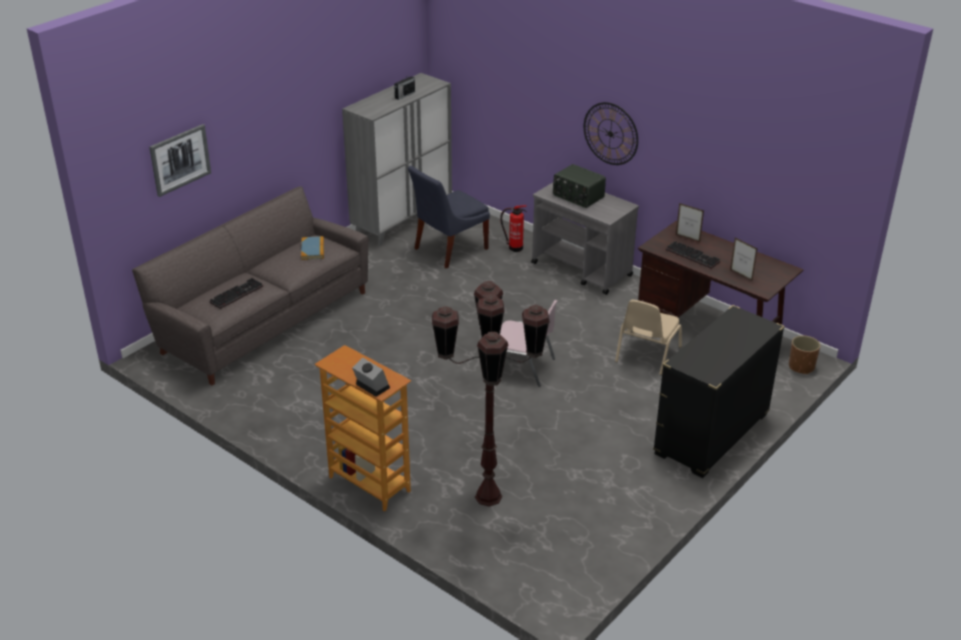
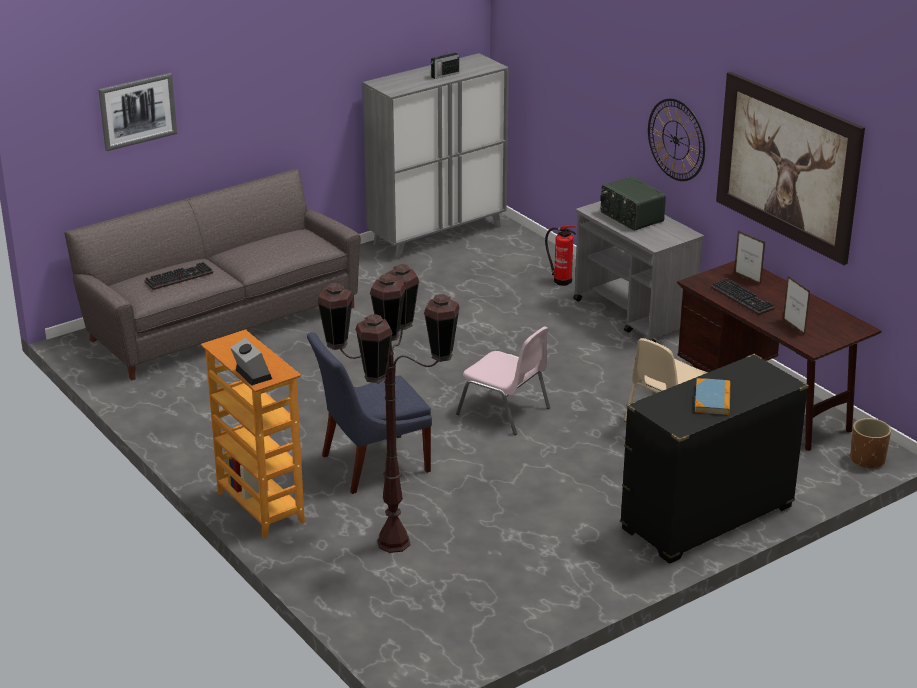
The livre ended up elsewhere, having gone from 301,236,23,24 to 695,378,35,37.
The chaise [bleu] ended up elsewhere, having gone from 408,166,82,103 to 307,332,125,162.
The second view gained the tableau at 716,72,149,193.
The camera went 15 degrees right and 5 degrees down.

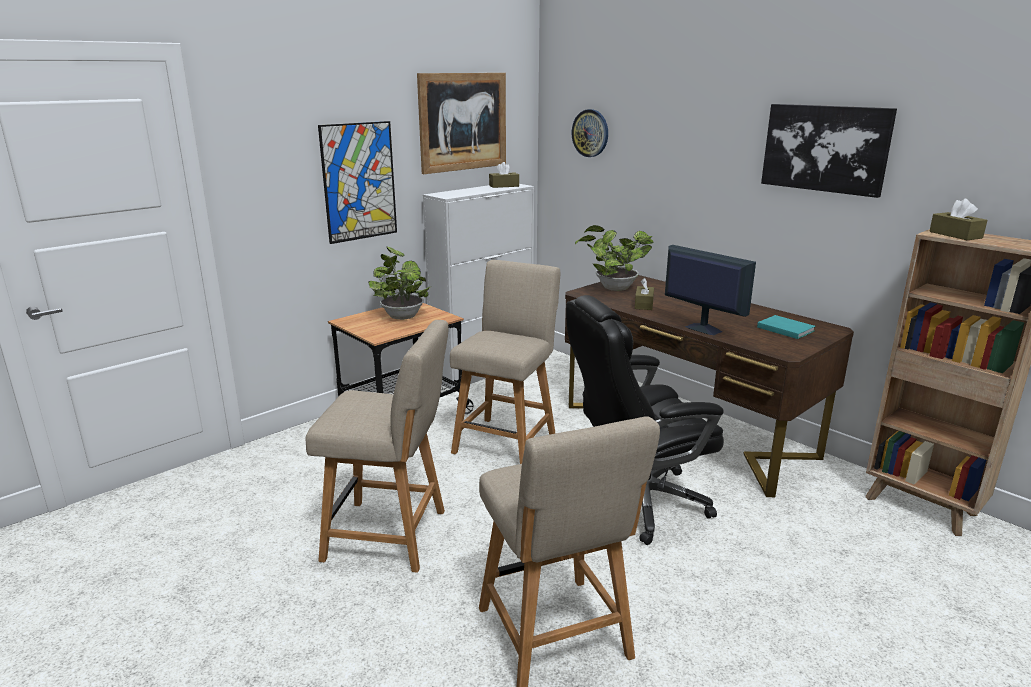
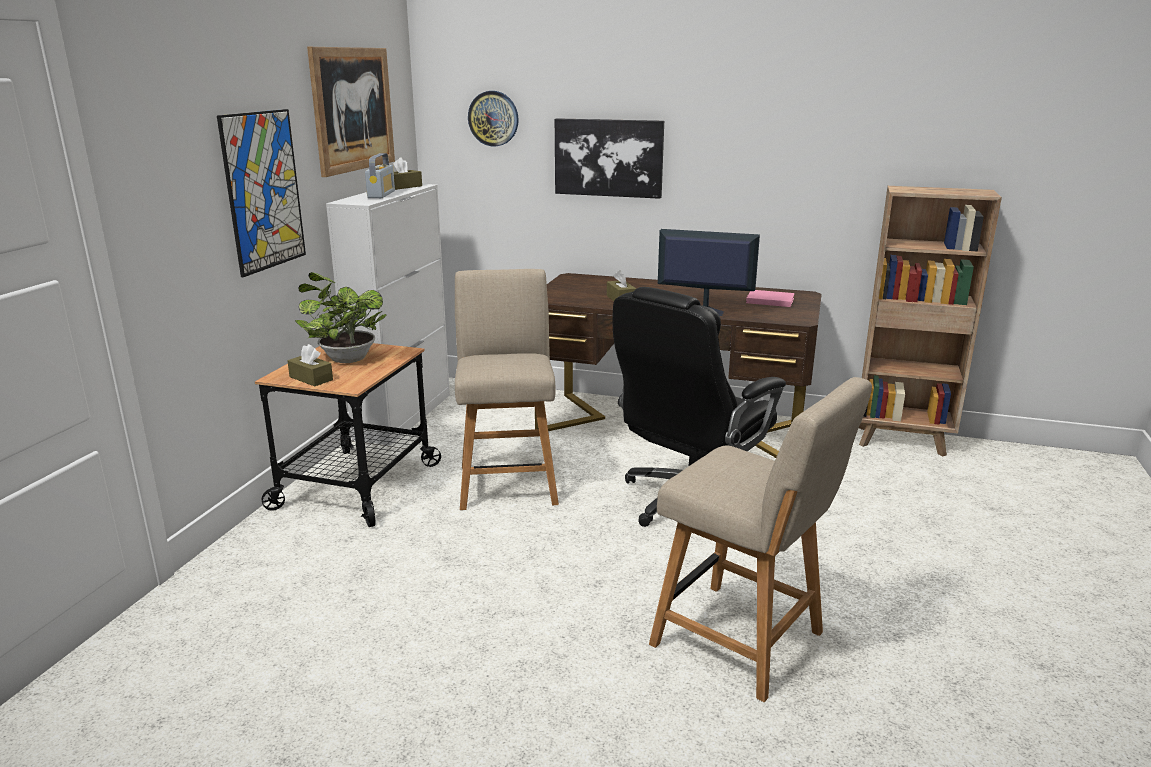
The second view lost the chaise [beige] at 305,320,144,253.
The second view lost the plante en pot at 575,225,79,66.
What was the livre [turquoise] at 757,315,59,24 turned into the livre [rose] at 746,290,49,17.
The tableau ended up elsewhere, having gone from 761,104,136,94 to 555,118,109,81.
The boîte à mouchoirs [marron] ended up elsewhere, having gone from 929,198,58,42 to 287,344,46,42.
The second view gained the radio at 365,153,30,45.
The camera went 30 degrees left and 0 degrees up.

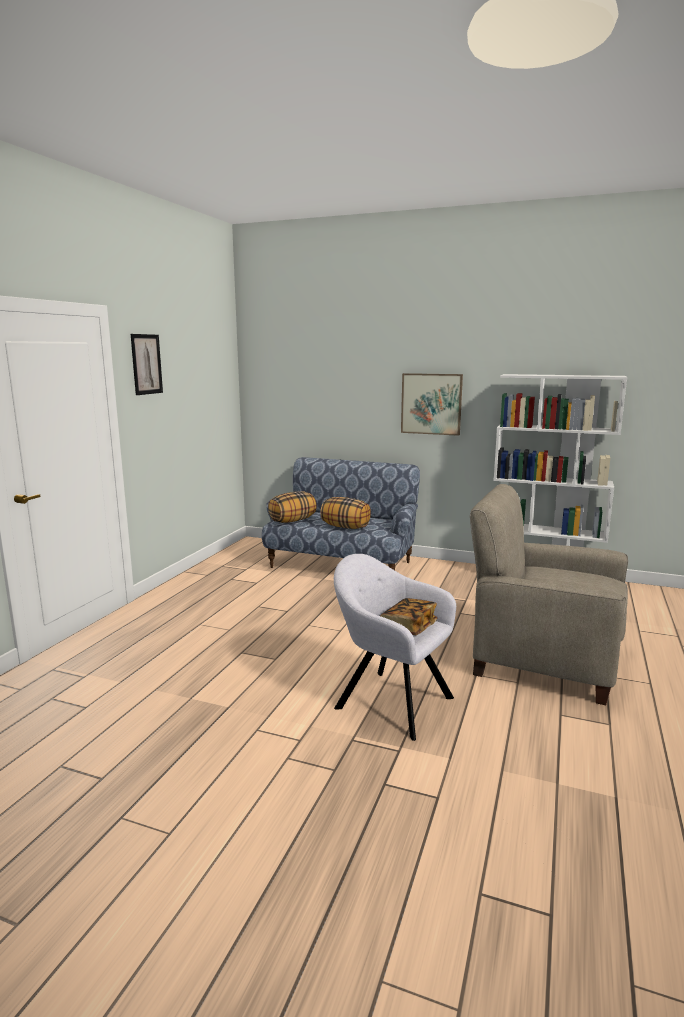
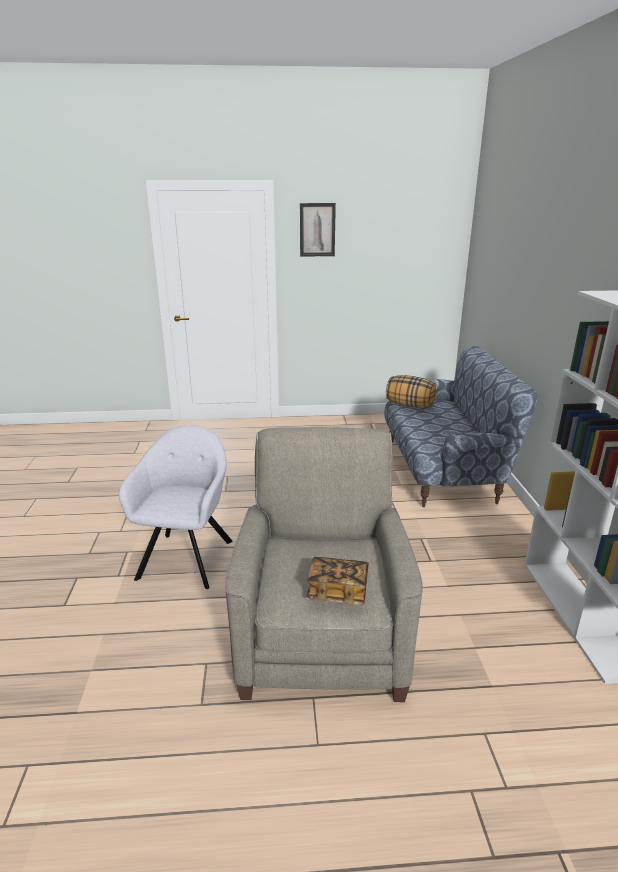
The second view lost the coussin at 320,497,51,32.
The livre ended up elsewhere, having gone from 380,598,57,37 to 307,557,62,48.
The second view lost the tableau at 401,373,62,63.
The camera went 65 degrees right and 10 degrees up.

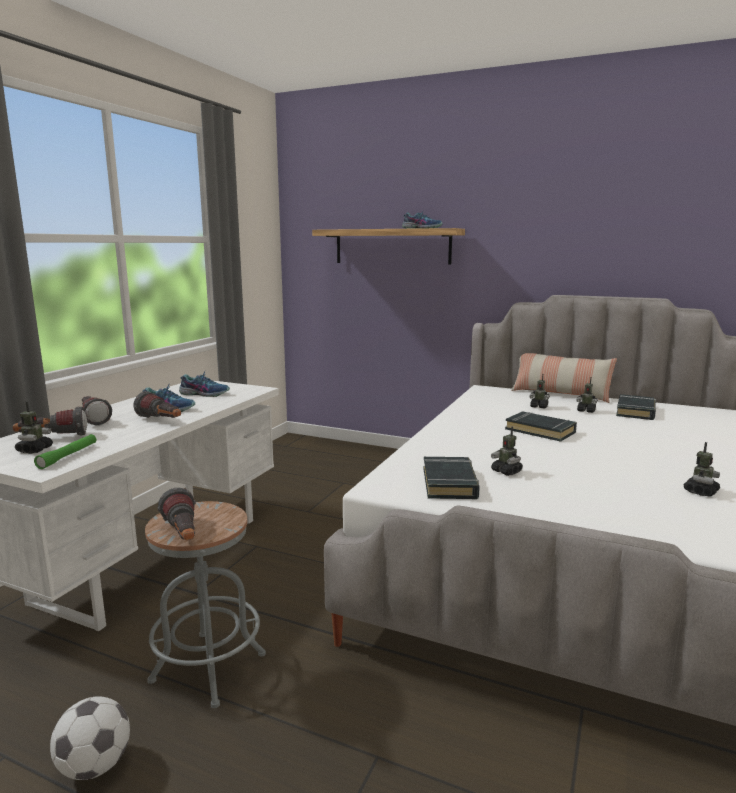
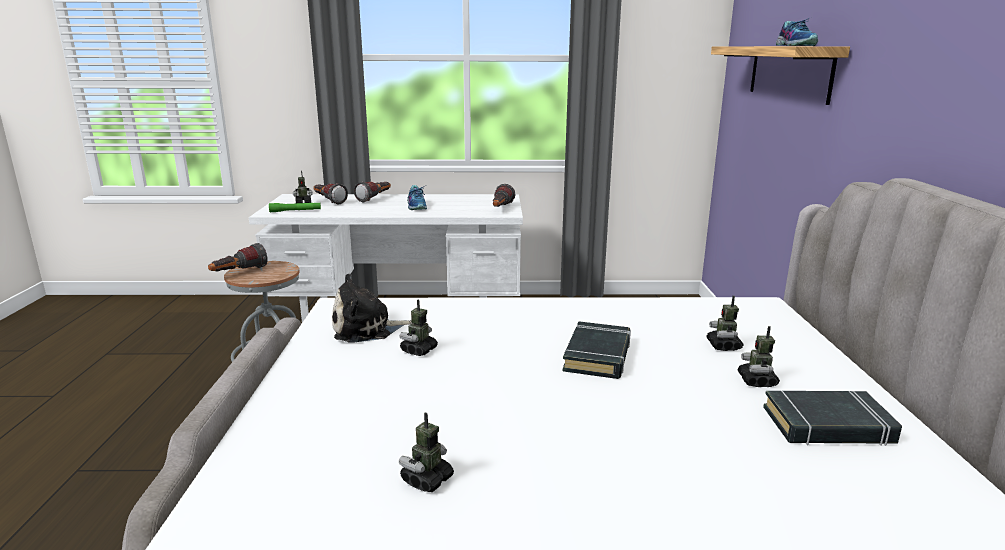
The second view lost the ballon de foot at 50,696,80,84.
The lampe de poche ended up elsewhere, having gone from 134,391,47,27 to 493,184,22,23.
The second view lost the chaussure at 179,371,51,26.
Where the livre [noir] stood at 424,457,56,42, the peluche came to stand at 332,273,80,70.
The second view lost the coussin at 511,353,106,50.
The robot jouet at 683,442,37,55 ended up facing another way, 105 degrees clockwise from before.
The camera went 65 degrees right and 5 degrees up.

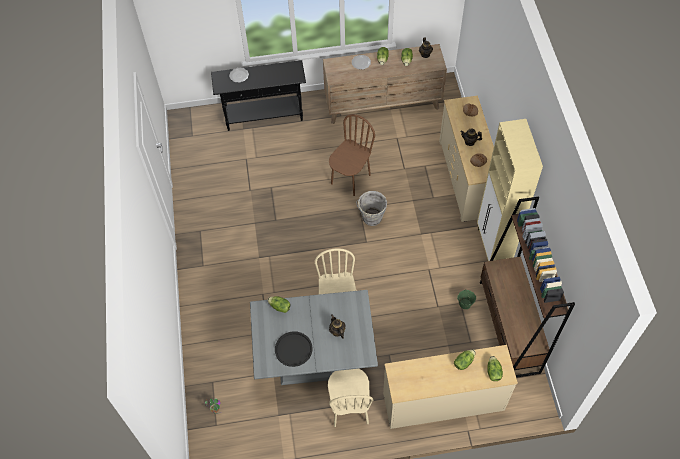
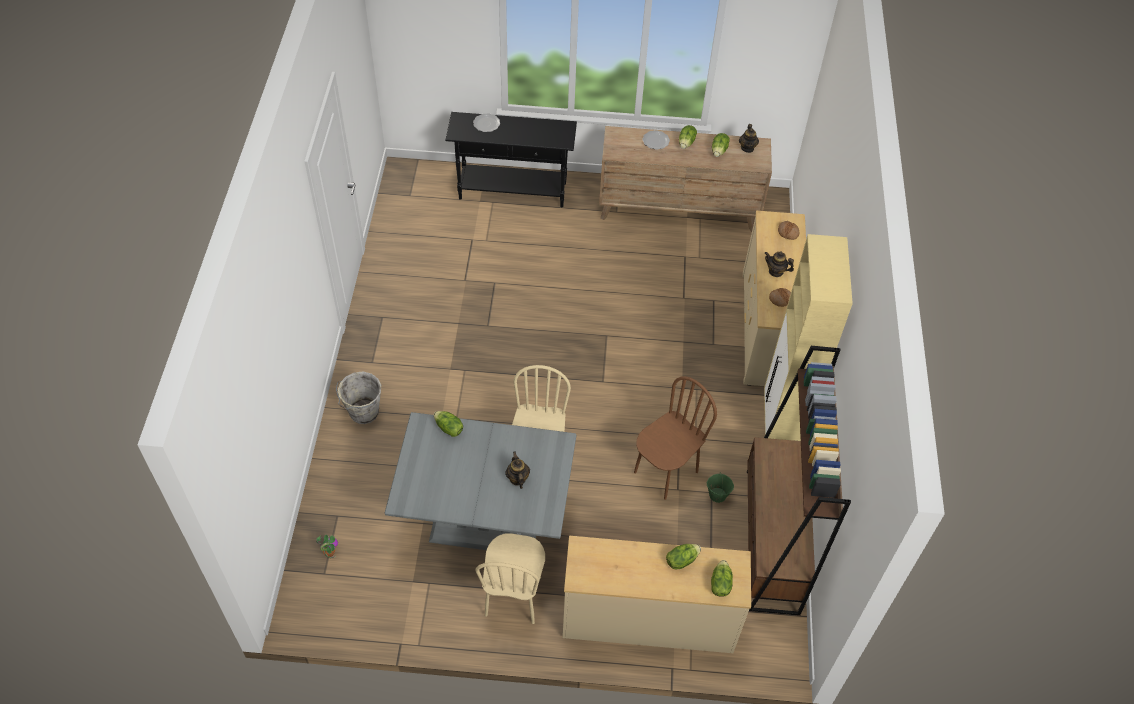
The second view lost the plateau [noir] at 275,331,37,36.
The chaise [marron] ended up elsewhere, having gone from 329,114,46,82 to 634,376,83,124.
The seau [gris] ended up elsewhere, having gone from 356,191,31,35 to 336,372,45,52.
The camera went 10 degrees right and 5 degrees down.

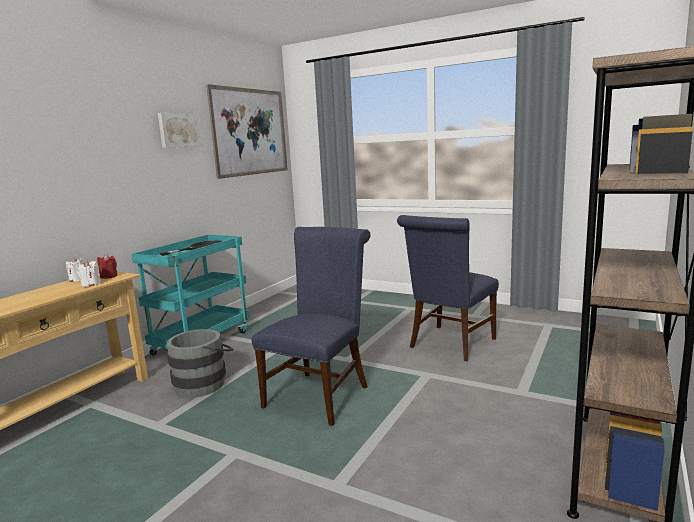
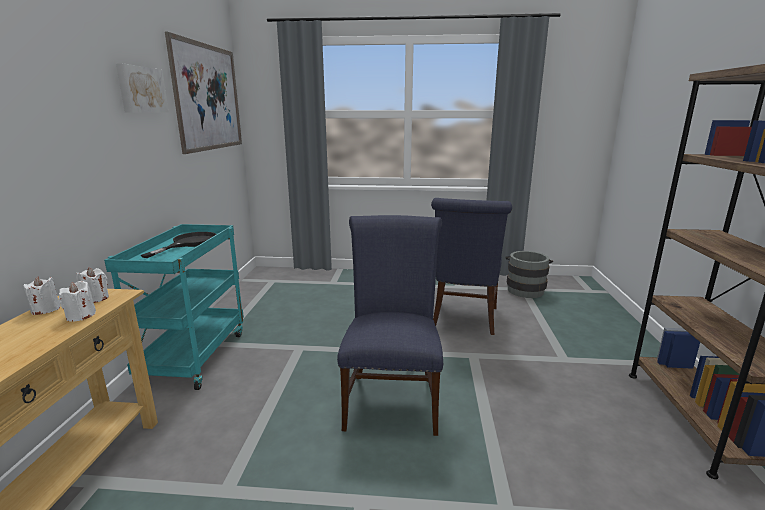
What was the bougie [rouge] at 97,254,21,25 turned into the bougie [blanc] at 76,268,33,35.
The seau [gris] ended up elsewhere, having gone from 167,329,66,69 to 505,251,48,47.
The camera went 25 degrees left and 5 degrees up.

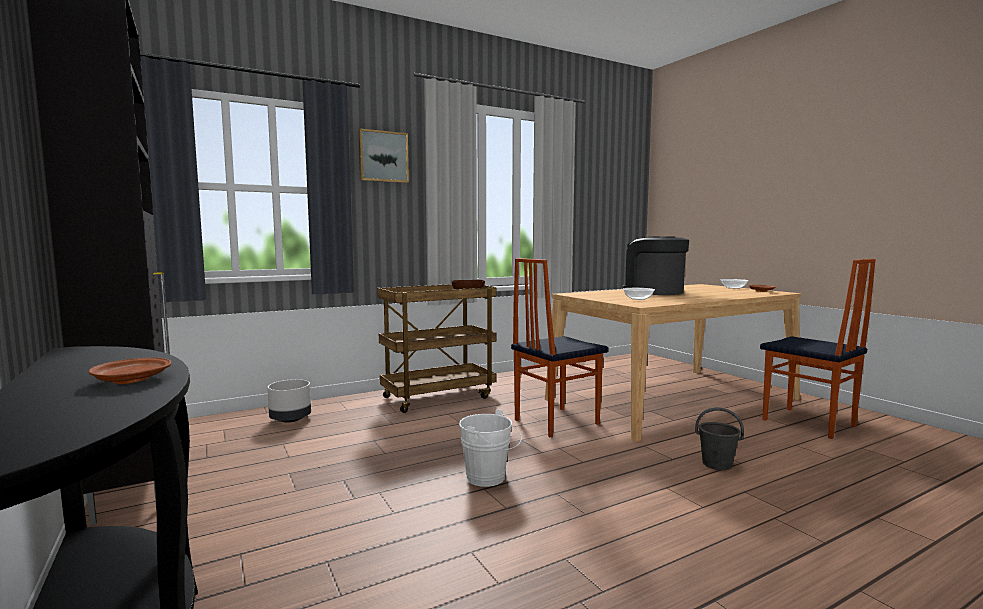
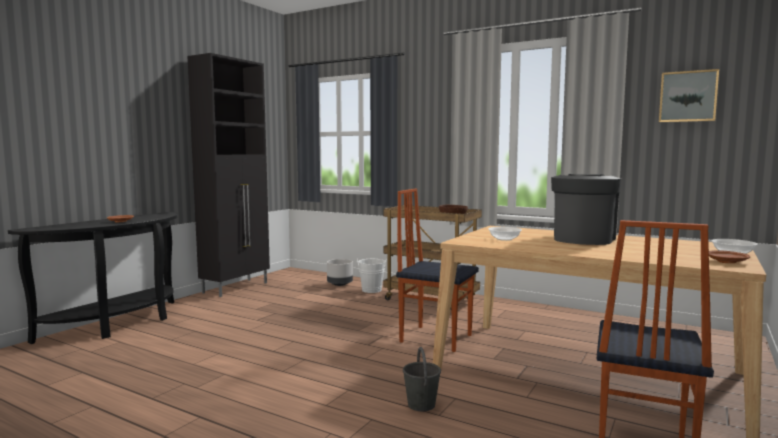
The tableau ended up elsewhere, having gone from 358,128,51,55 to 659,69,60,53.
The seau [blanc] ended up elsewhere, having gone from 459,409,63,78 to 357,259,30,34.
The camera went 60 degrees right and 0 degrees up.

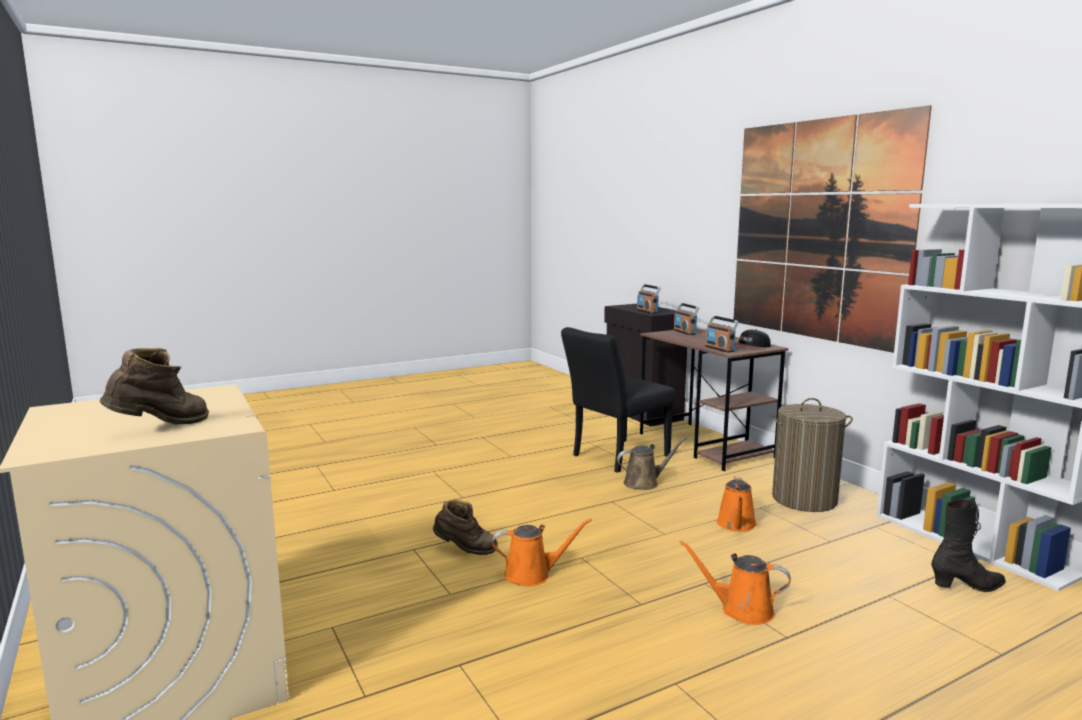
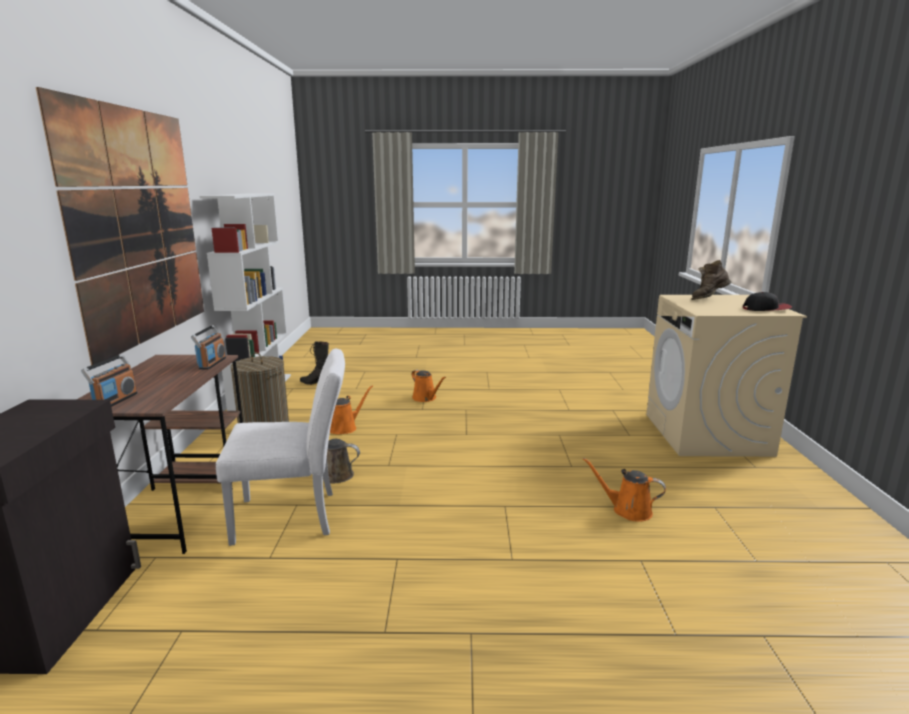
The second view lost the botte [marron] at 433,499,65,56.
The arrosoir [orange] ended up elsewhere, having gone from 492,518,100,69 to 583,458,83,64.
What was the chaise [noir] at 561,327,114,146 turned into the chaise [blanc] at 216,349,129,197.
The second view lost the radio at 637,284,24,30.
The casquette ended up elsewhere, having gone from 735,329,36,19 to 743,292,49,19.
The camera went 150 degrees left and 5 degrees up.

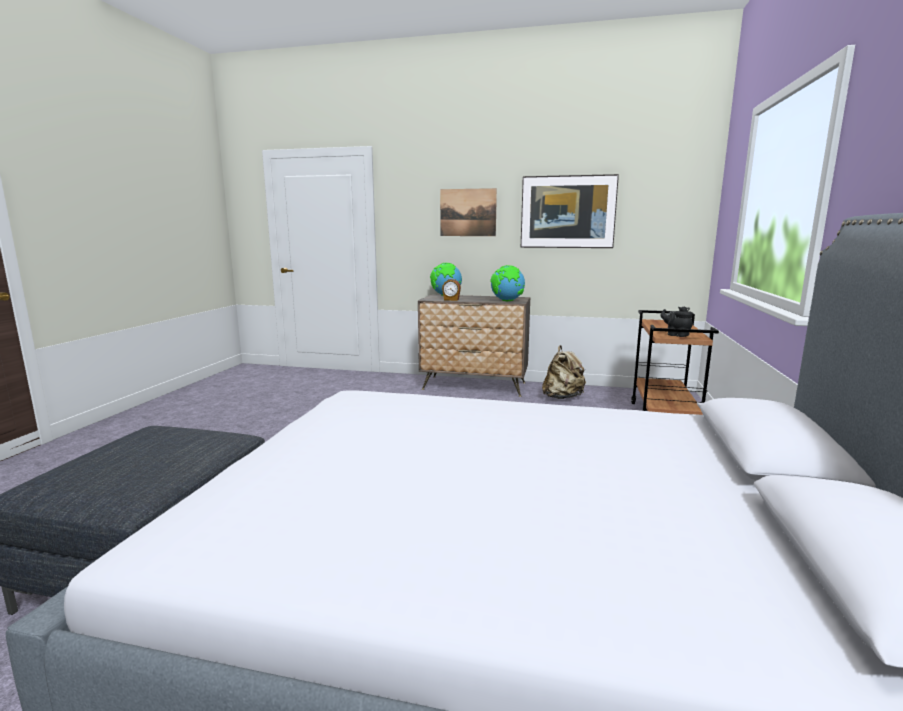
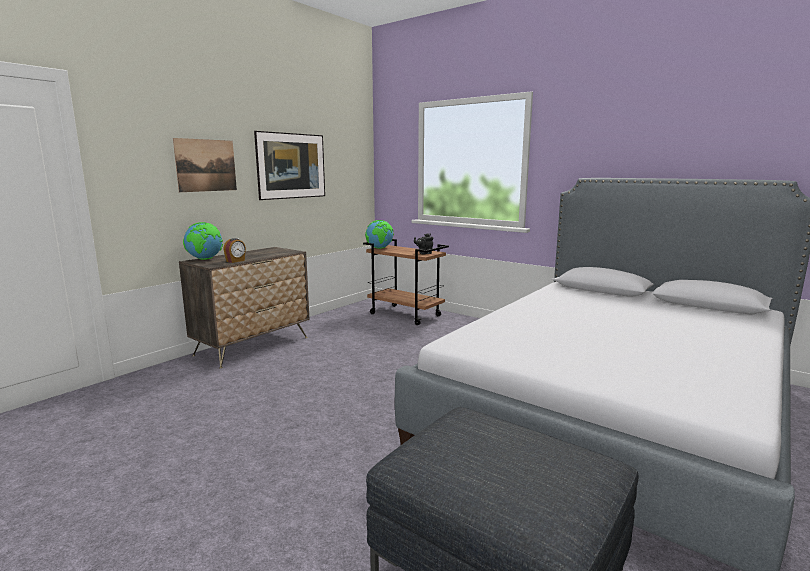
The globe ended up elsewhere, having gone from 490,265,35,36 to 365,220,29,29.
The second view lost the sac à dos [beige] at 542,345,44,54.
The camera went 65 degrees left and 0 degrees up.

